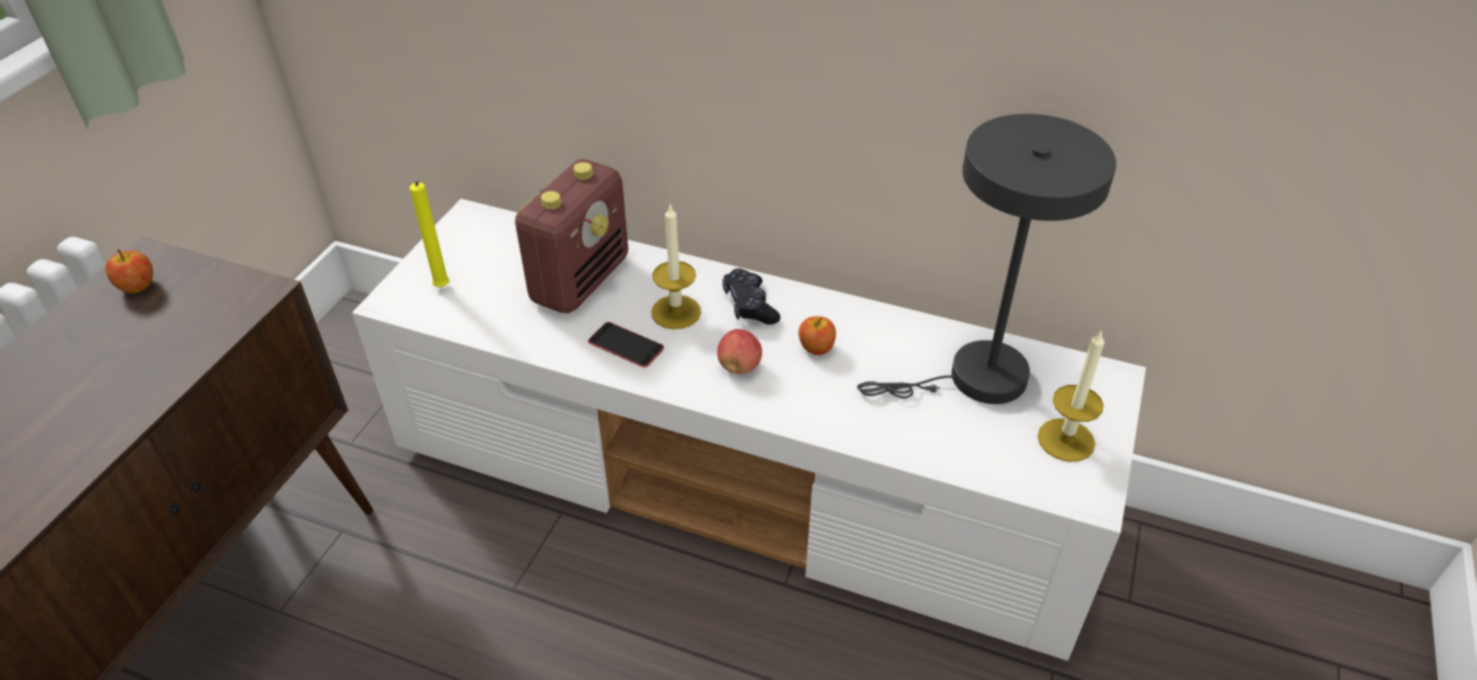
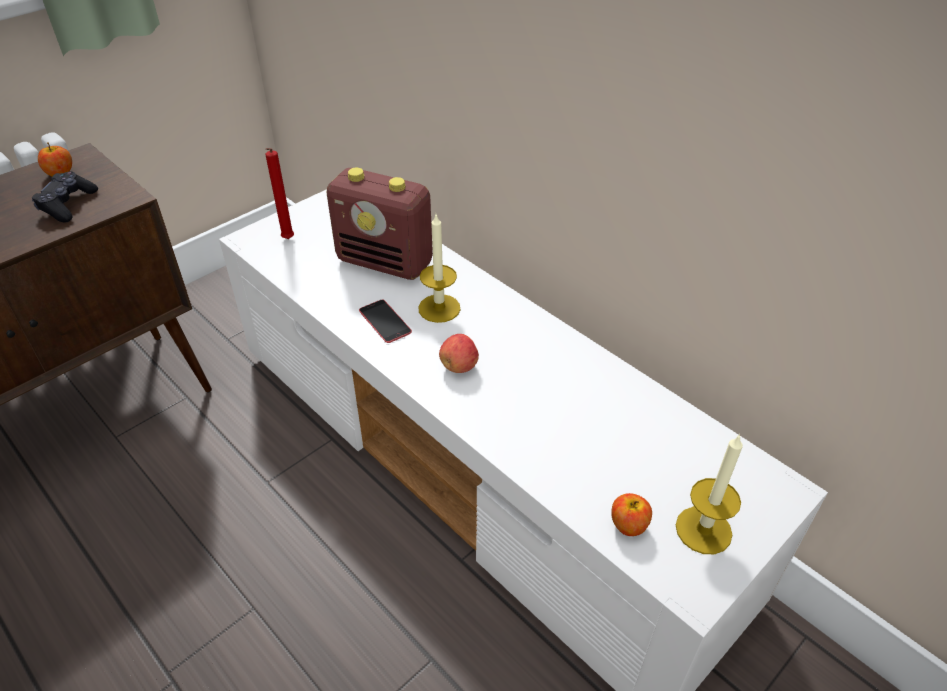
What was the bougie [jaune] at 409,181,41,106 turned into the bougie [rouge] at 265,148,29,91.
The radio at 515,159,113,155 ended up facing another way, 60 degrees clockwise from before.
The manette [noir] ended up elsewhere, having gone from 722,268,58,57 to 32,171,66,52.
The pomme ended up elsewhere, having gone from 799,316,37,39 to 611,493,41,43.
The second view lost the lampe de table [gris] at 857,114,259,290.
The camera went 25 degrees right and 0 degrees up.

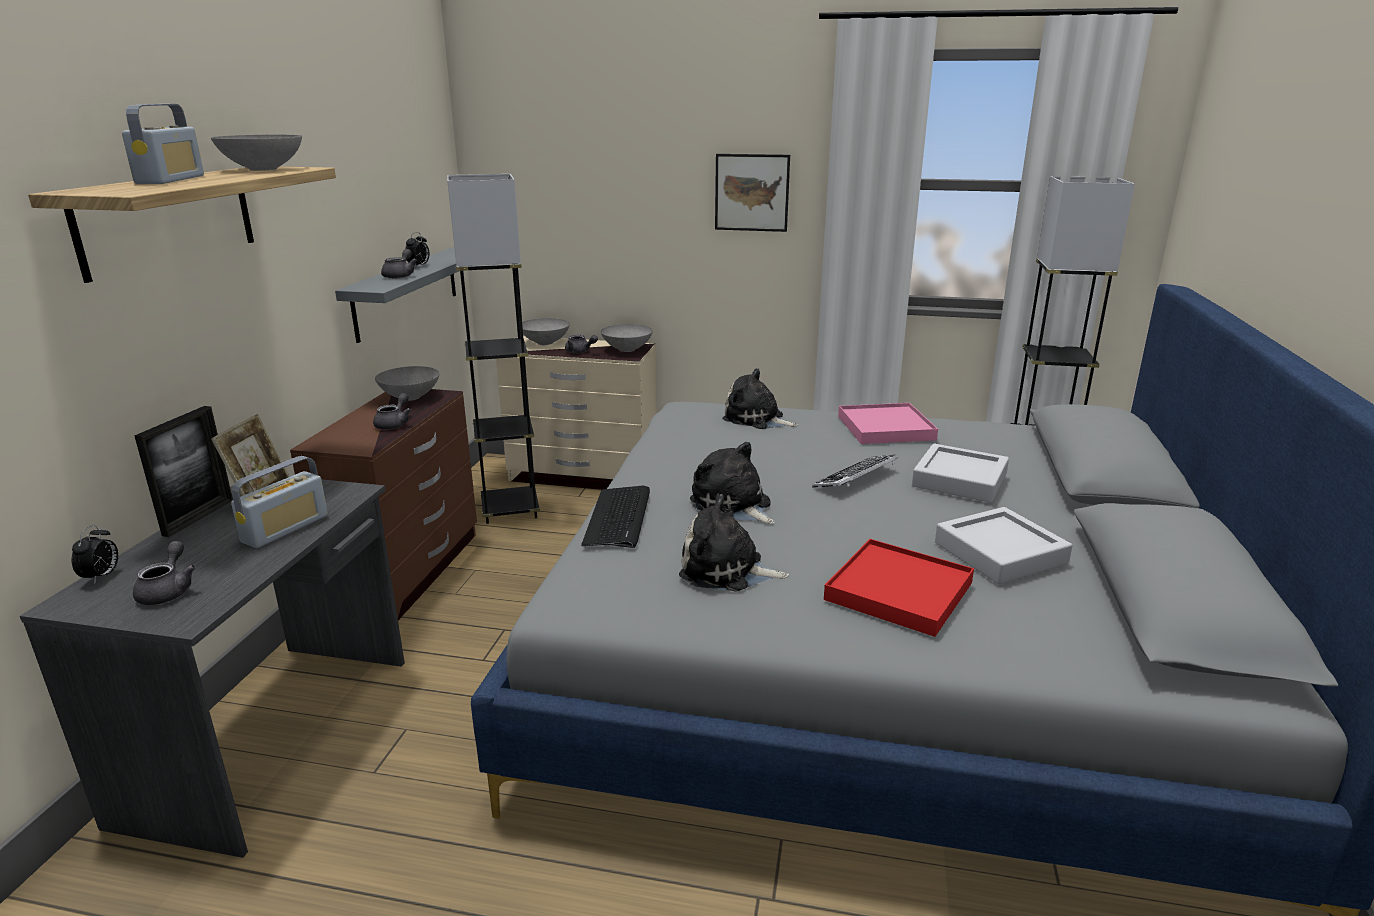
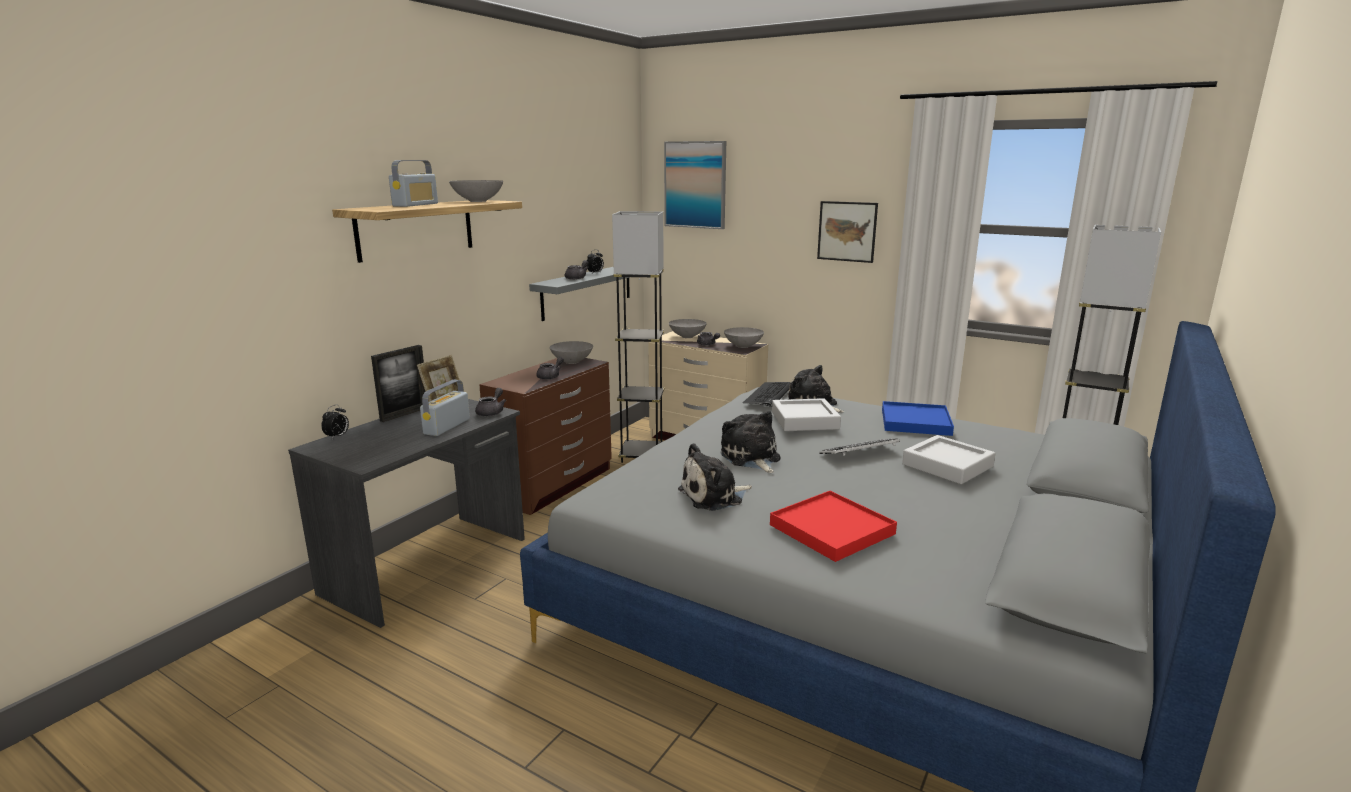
The théière [gris] ended up elsewhere, having gone from 133,541,63,64 to 475,388,31,28.
The radio at 231,456,97,92 ended up facing another way, 150 degrees clockwise from before.
The clavier ended up elsewhere, having gone from 581,486,69,62 to 743,382,48,25.
The peluche at 679,494,110,98 ended up facing another way, 60 degrees counterclockwise from before.
What was the plateau [rose] at 838,403,100,41 turned into the plateau [bleu] at 882,401,72,35.
The plateau [gris] ended up elsewhere, having gone from 935,507,137,78 to 772,398,69,33.
The second view gained the tableau at 664,141,62,88.
The camera went 20 degrees right and 5 degrees down.

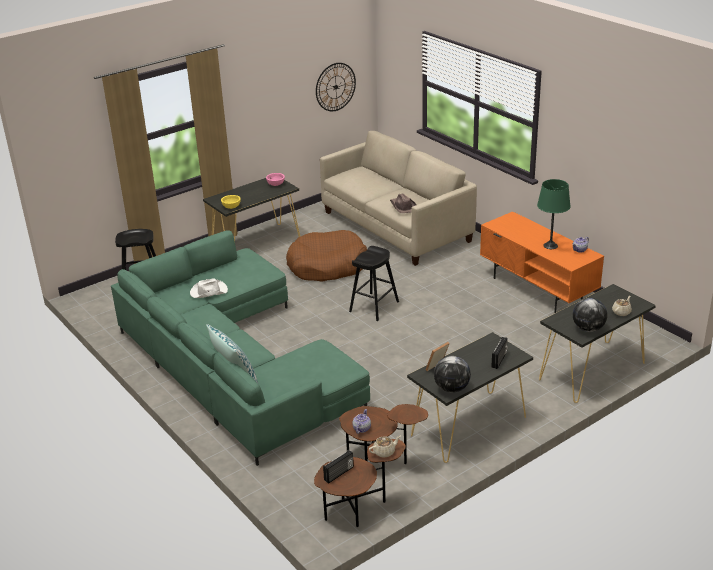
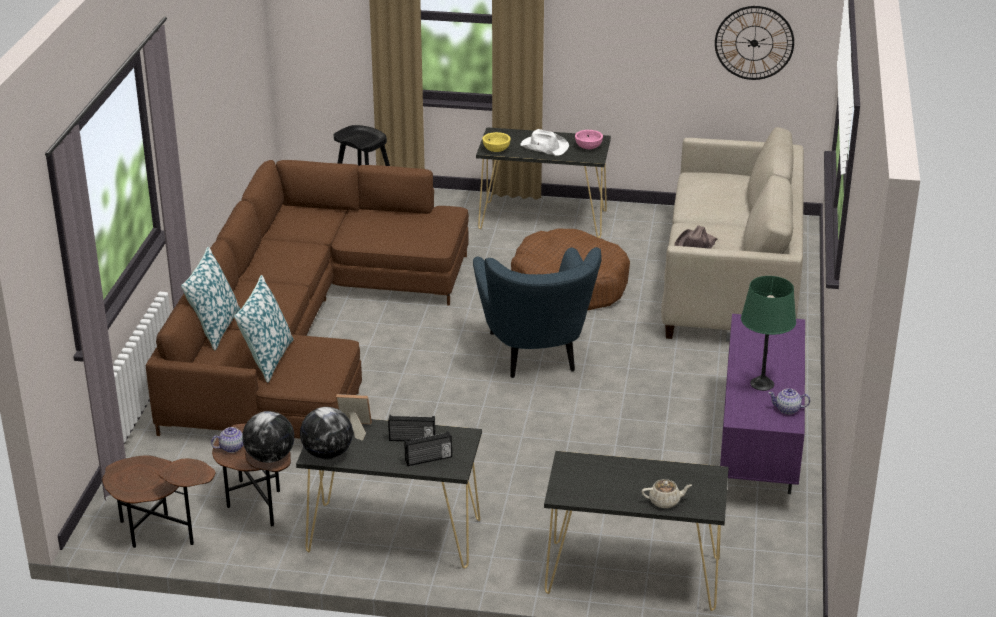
What was the canapé [vert] at 111,230,259,236 turned into the canapé [marron] at 146,160,323,279.
The chapeau [blanc] ended up elsewhere, having gone from 190,278,38,20 to 520,129,49,27.
The radio ended up elsewhere, having gone from 323,450,31,34 to 388,415,47,26.
Where the tabouret [noir] stood at 349,246,50,75, the fauteuil [bleu] came to stand at 473,247,128,131.
The second view lost the théière [beige] at 369,436,32,21.
What was the meuble télé [orange] at 480,211,124,102 turned into the meuble télé [violet] at 720,314,85,180.
The globe ended up elsewhere, having gone from 573,298,34,34 to 242,411,52,52.
The second view gained the coussin at 234,275,60,108.
The camera went 45 degrees right and 0 degrees up.

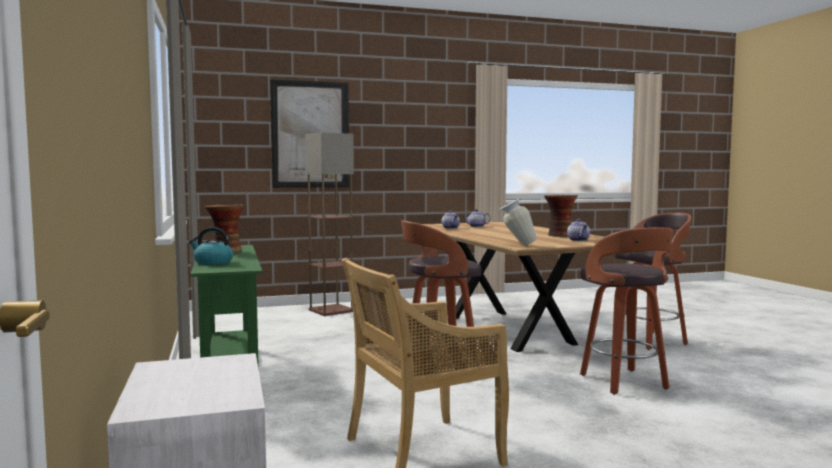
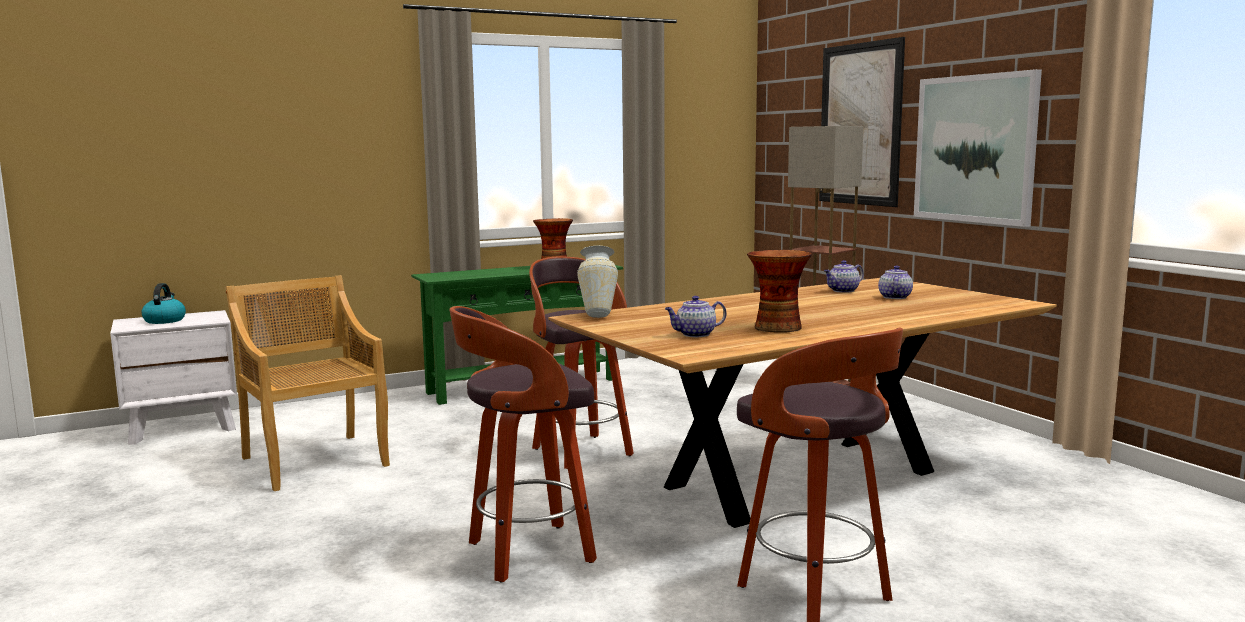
The bouilloire ended up elsewhere, having gone from 189,227,44,38 to 141,283,45,41.
The second view gained the tableau at 914,69,128,158.
The camera went 80 degrees right and 5 degrees up.

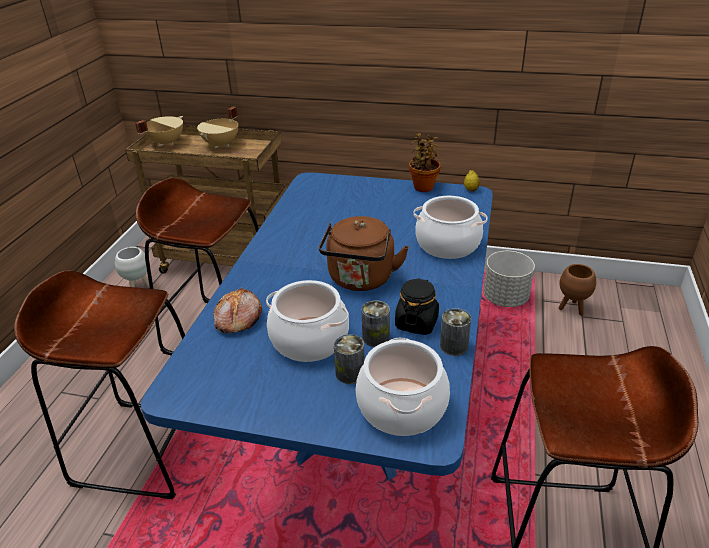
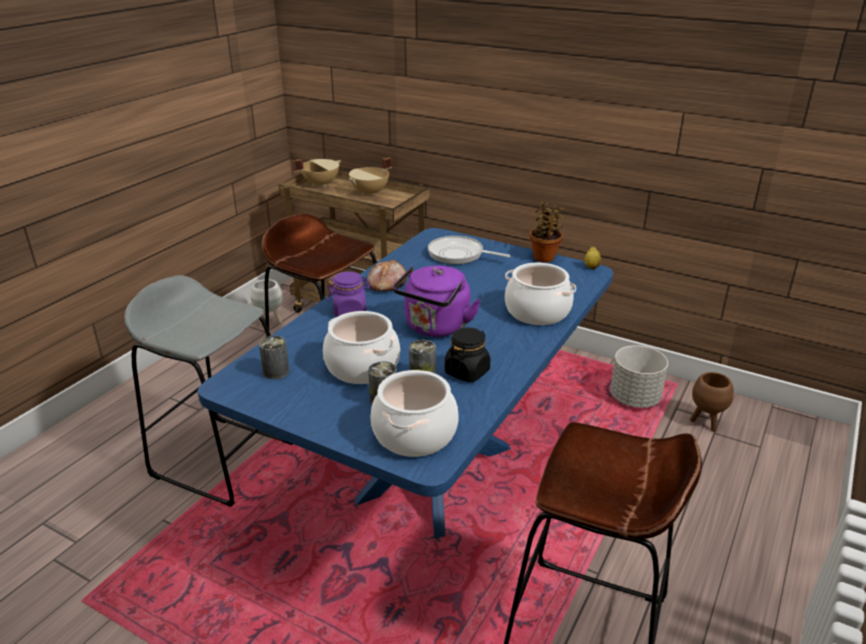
What was the tabouret [marron] at 14,271,171,228 turned into the tabouret [gris] at 124,275,169,232.
The pain ended up elsewhere, having gone from 213,288,49,46 to 367,259,40,32.
What was the bouilloire [marron] at 319,216,90,75 turned into the bouilloire [violet] at 393,266,88,71.
The boîte métallique ended up elsewhere, having gone from 440,308,31,48 to 259,336,30,44.
The second view gained the bocal [violet] at 328,271,42,46.
The second view gained the poêle at 428,236,83,28.
The camera went 15 degrees right and 5 degrees down.

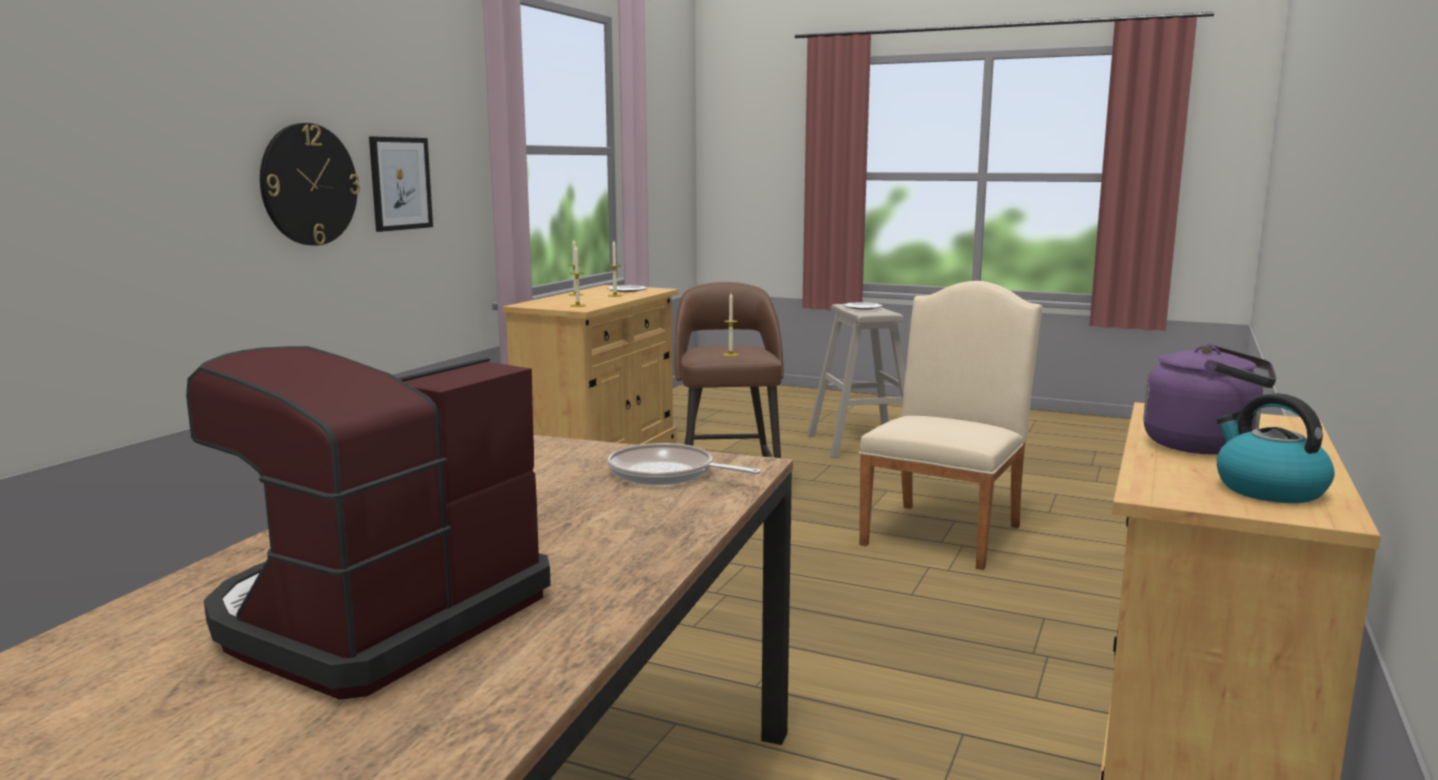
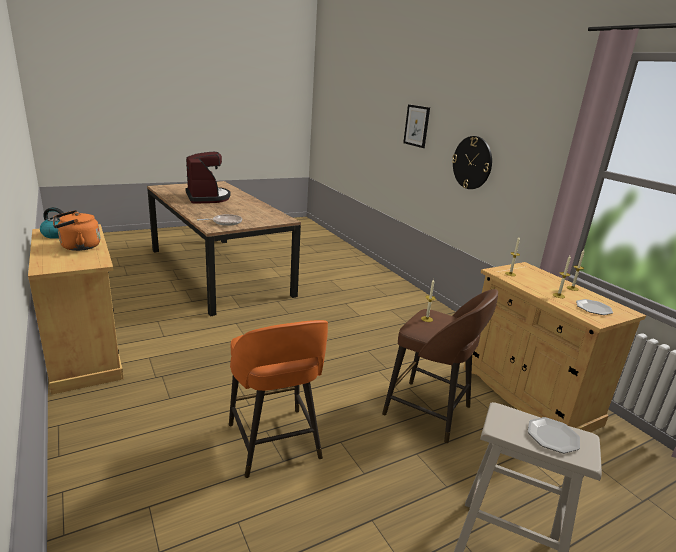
The tableau ended up elsewhere, having gone from 369,136,64,96 to 403,105,27,43.
Where the chaise [beige] stood at 859,281,183,289, the tabouret [orange] came to stand at 229,320,99,158.
What was the bouilloire [violet] at 1143,344,133,111 turned into the bouilloire [orange] at 53,210,47,41.
The camera went 125 degrees right and 10 degrees up.

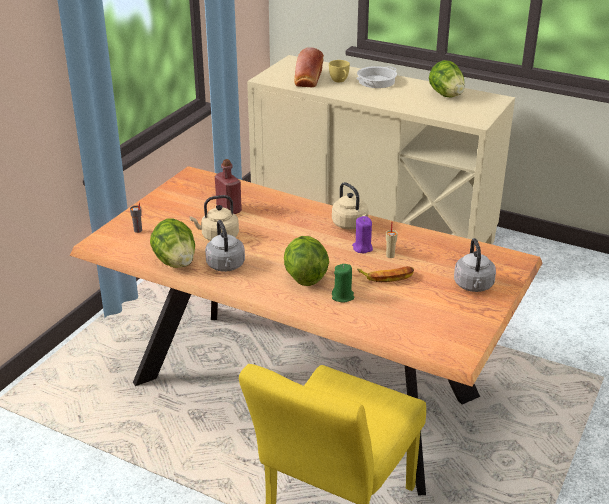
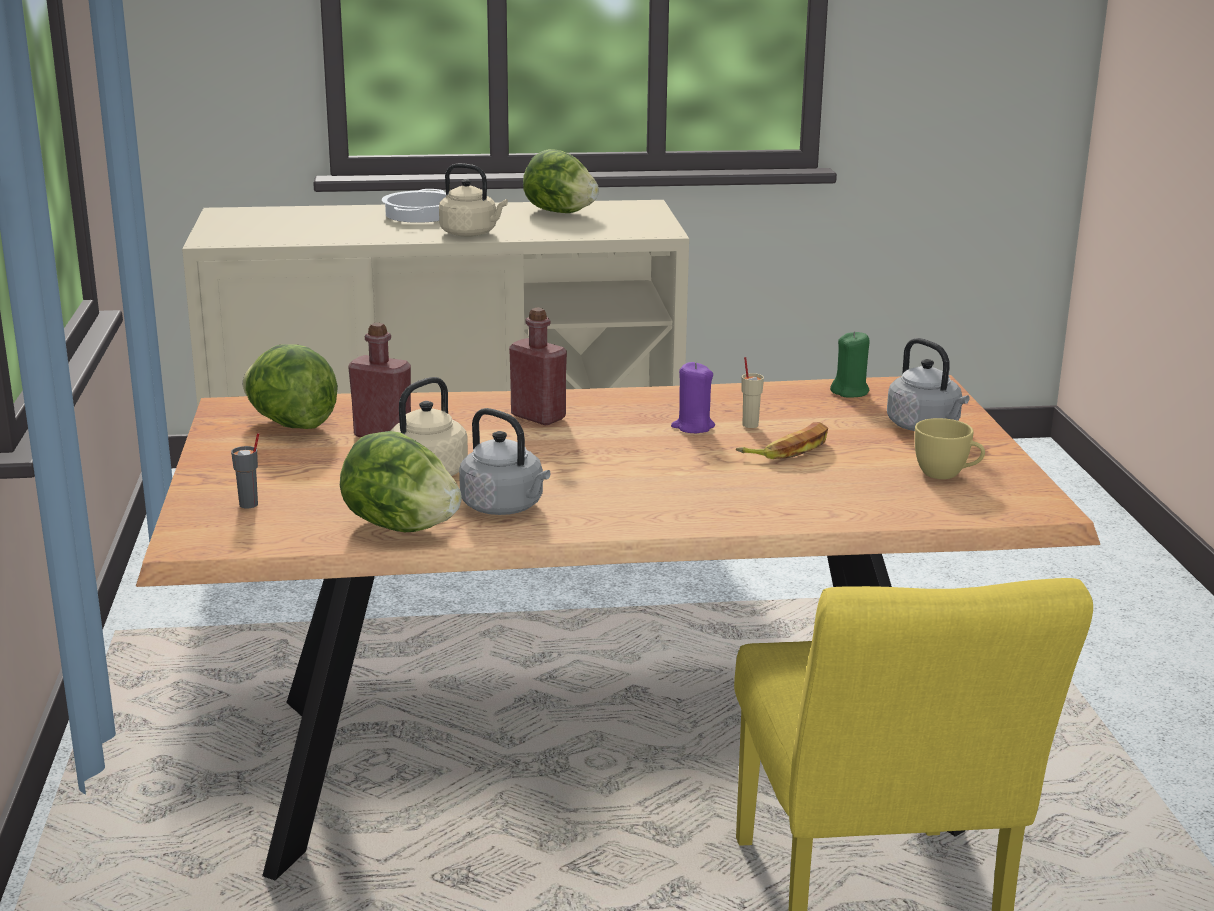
The laitue ended up elsewhere, having gone from 284,236,45,50 to 243,344,95,85.
The second view lost the pain at 294,47,30,40.
The tasse [jaune] ended up elsewhere, having gone from 329,60,21,22 to 915,418,70,61.
The bouilloire [beige] ended up elsewhere, having gone from 332,182,36,48 to 439,163,69,74.
The bougie [vert] ended up elsewhere, having gone from 332,264,22,39 to 830,331,40,67.
The second view gained the bouteille [rouge] at 509,308,58,117.
The camera went 35 degrees left and 10 degrees down.

